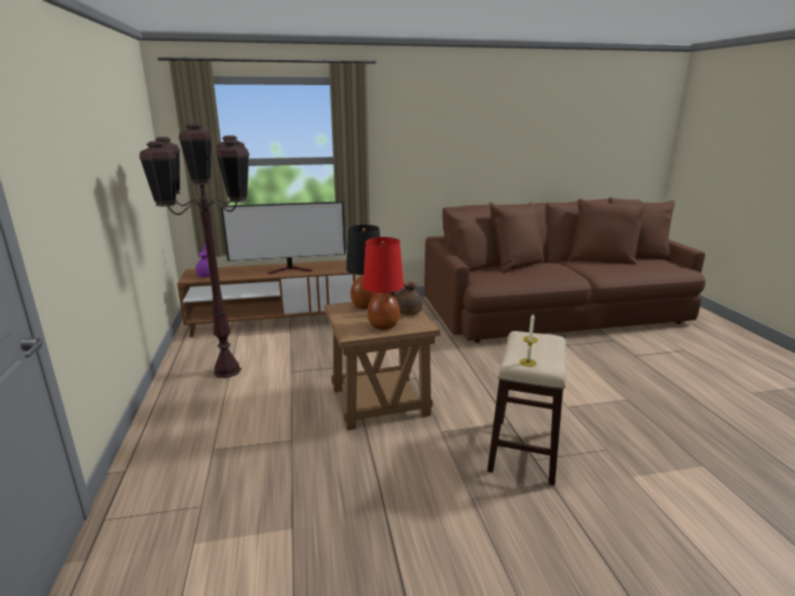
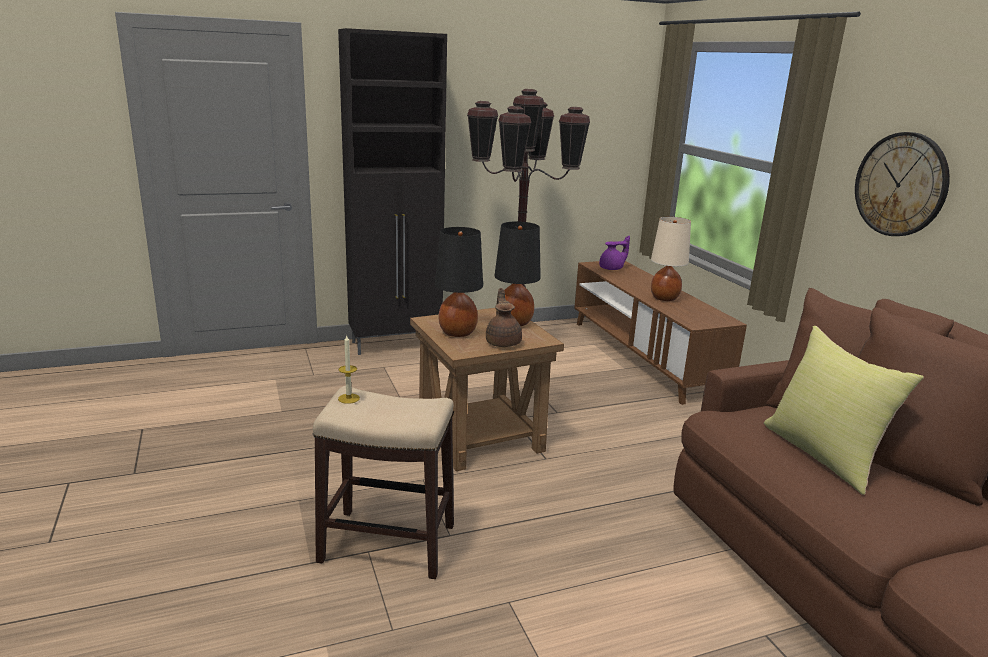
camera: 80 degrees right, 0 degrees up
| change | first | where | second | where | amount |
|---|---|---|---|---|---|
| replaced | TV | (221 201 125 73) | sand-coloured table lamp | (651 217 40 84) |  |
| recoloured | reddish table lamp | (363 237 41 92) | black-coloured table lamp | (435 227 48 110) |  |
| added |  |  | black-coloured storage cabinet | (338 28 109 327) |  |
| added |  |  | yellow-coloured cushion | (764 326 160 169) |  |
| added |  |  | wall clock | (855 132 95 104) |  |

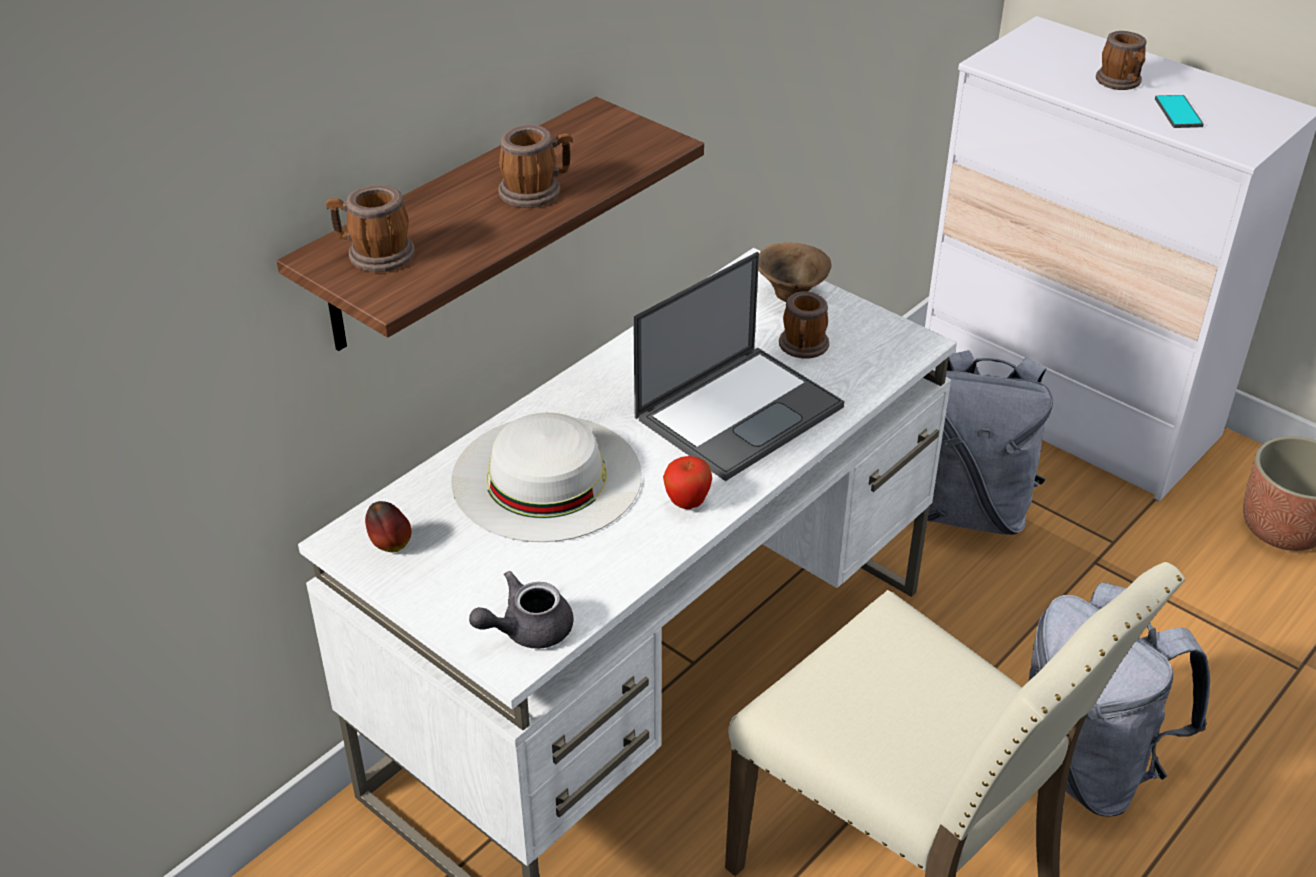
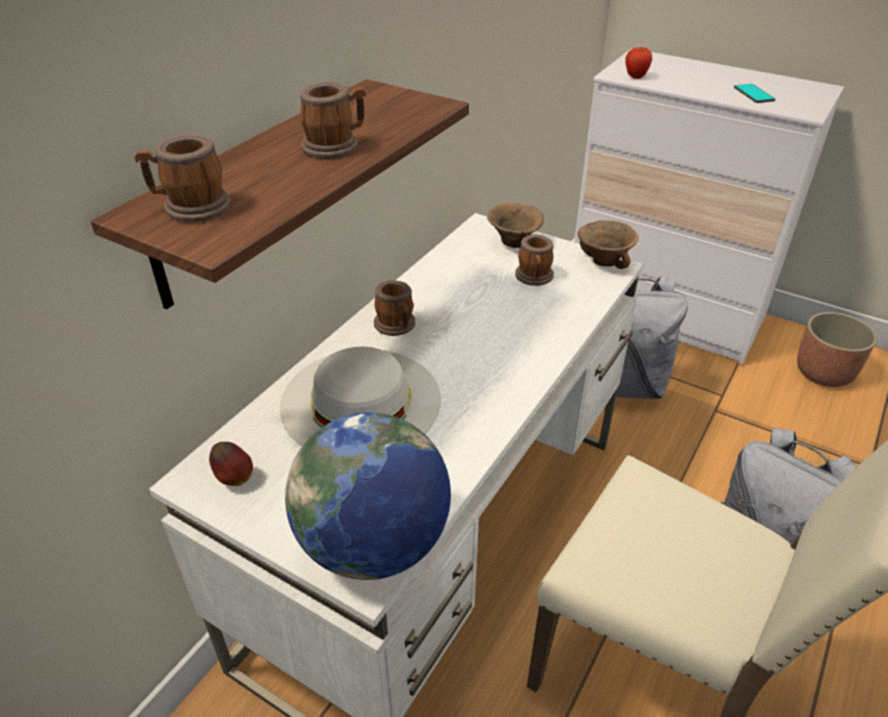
camera: 10 degrees left, 0 degrees up
| change | first | where | second | where | amount |
|---|---|---|---|---|---|
| replaced | grey tea pot | (469 571 105 78) | globe | (285 412 166 168) |  |
| removed | laptop | (633 252 211 229) |  |  |  |
| moved | whole apple | (663 456 49 53) |  | (626 47 26 32) |  |
| moved | mug | (1096 31 51 59) |  | (374 280 41 56) |  |
| added |  |  | brown-coloured bowl | (578 220 60 49) |  |

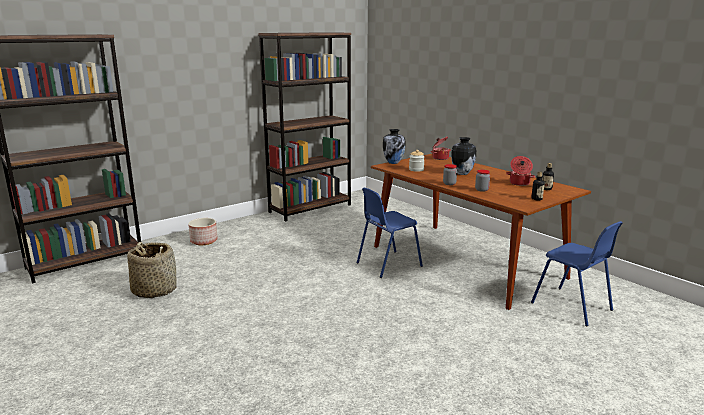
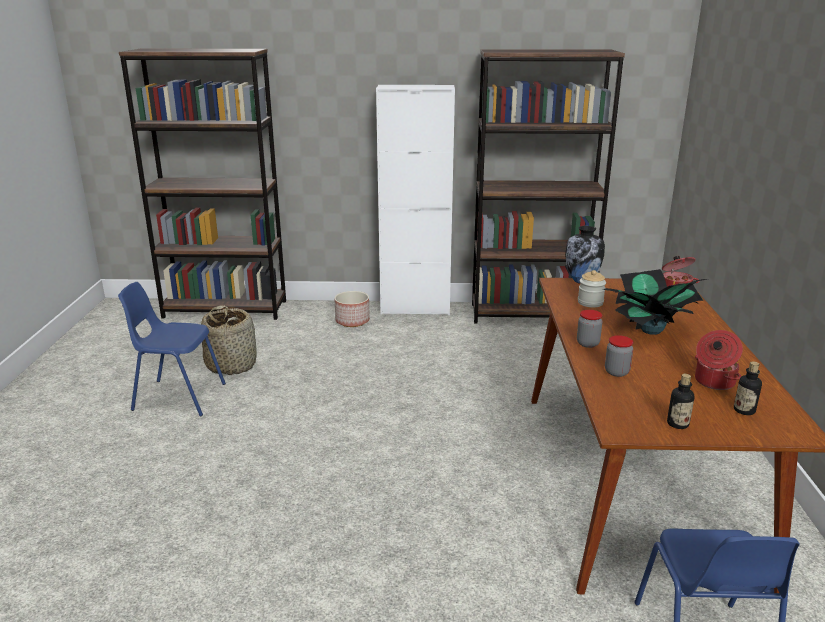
camera: 40 degrees right, 5 degrees up
| change | first | where | second | where | amount |
|---|---|---|---|---|---|
| moved | blue-coloured chair | (357 188 66 90) |  | (118 282 108 135) |  |
| replaced | flower vase | (451 137 25 38) | potted plant | (602 269 105 66) |  |
| added |  |  | whitish storage cabinet | (376 85 79 230) |  |

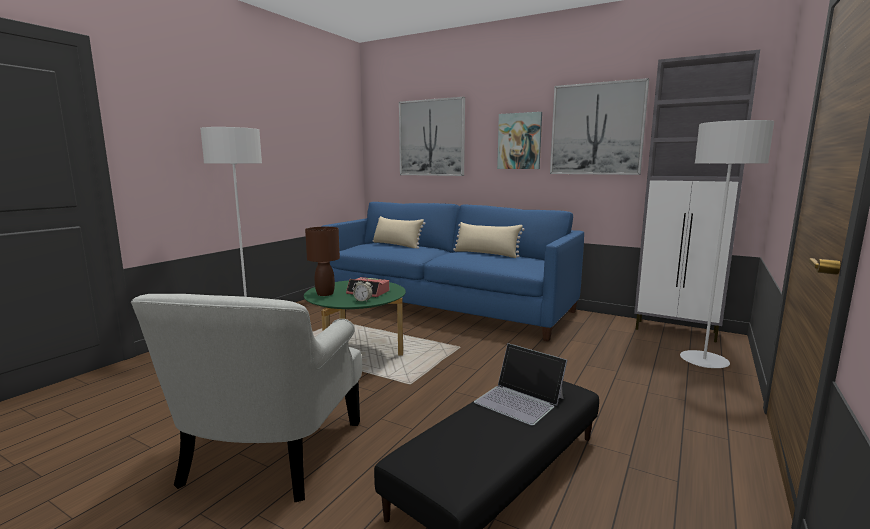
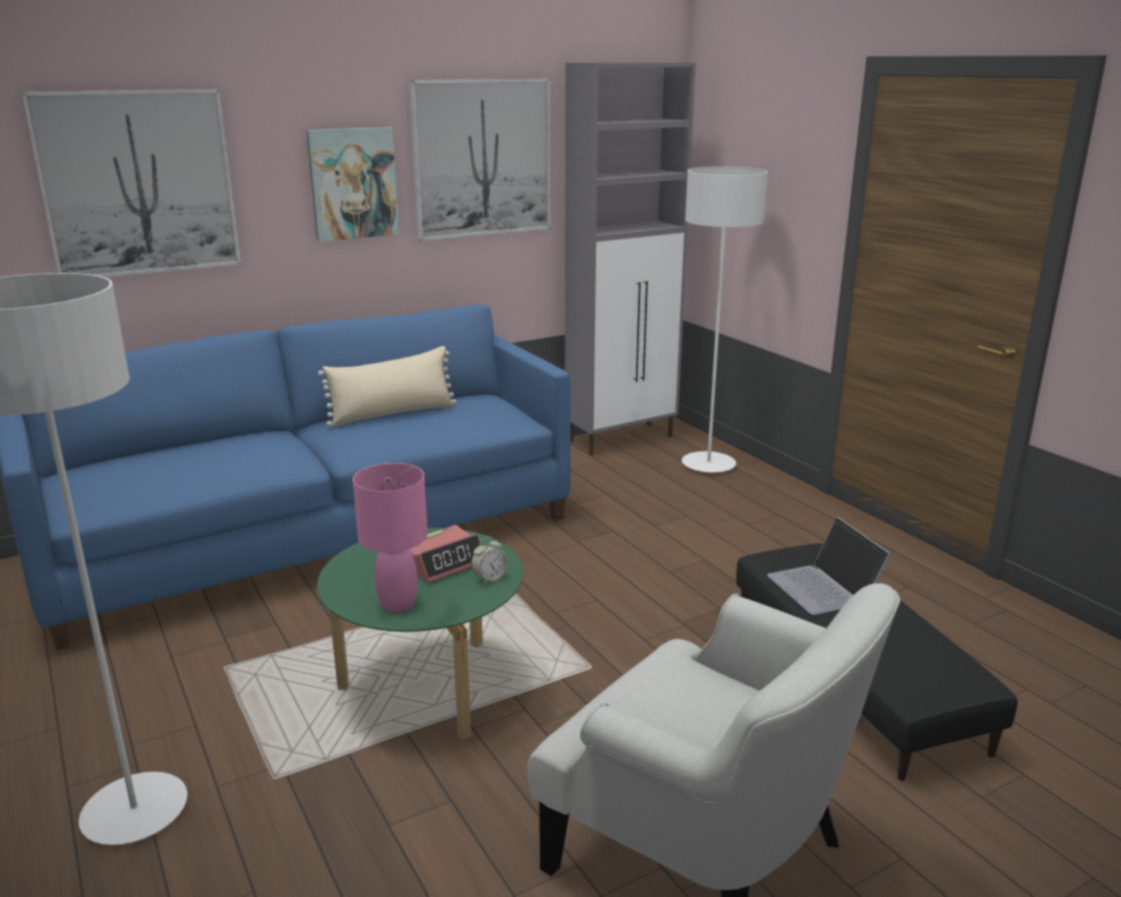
camera: 60 degrees left, 10 degrees up
| change | first | where | second | where | amount |
|---|---|---|---|---|---|
| recoloured | brown-coloured table lamp | (305 227 35 69) | pinkish table lamp | (353 463 75 149) |  |
| removed | sand-coloured cushion | (373 216 53 33) |  |  |  |
| turned | laptop | (474 343 93 82) |  | (767 517 124 98) | 90 degrees clockwise |

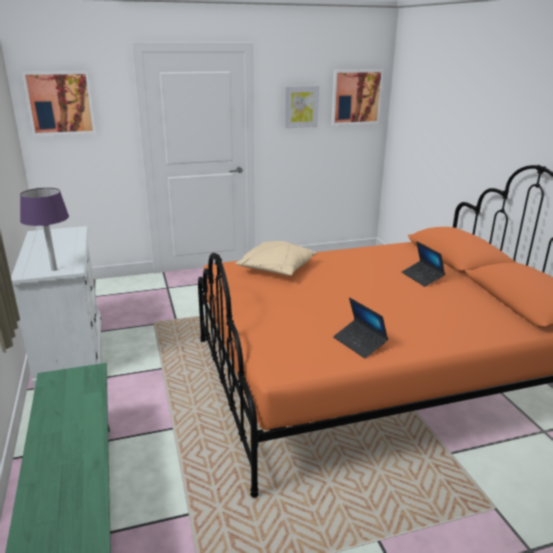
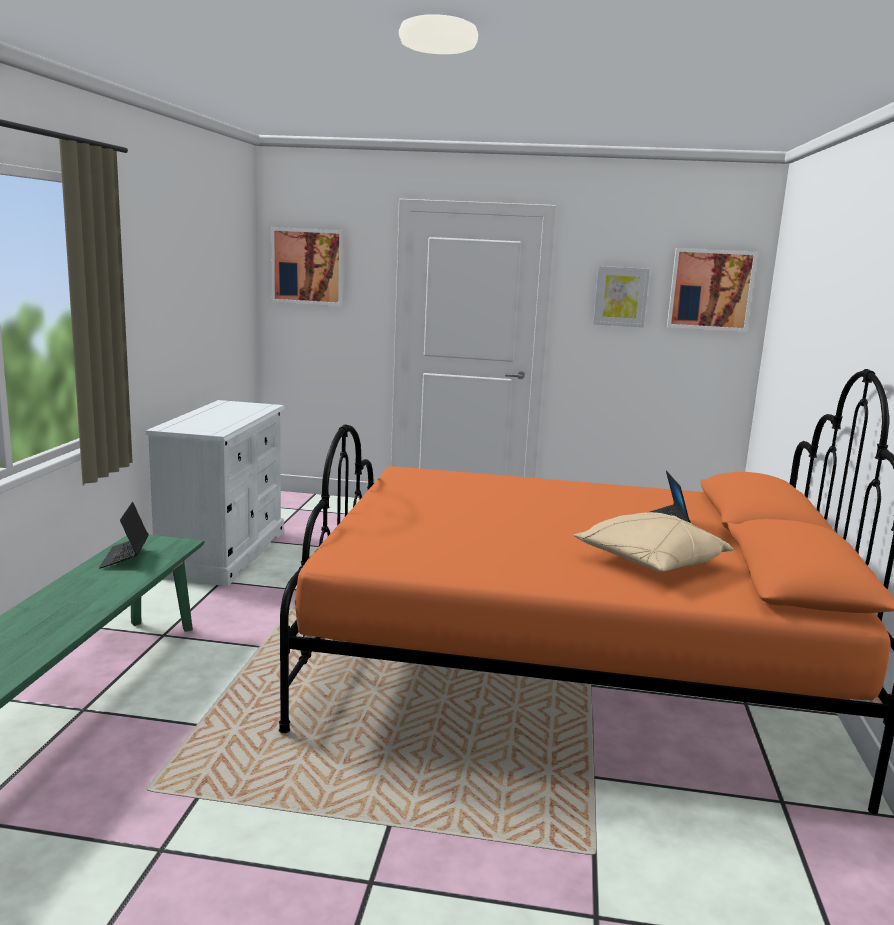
camera: 25 degrees right, 10 degrees down
| change | first | where | second | where | amount |
|---|---|---|---|---|---|
| removed | purplish table lamp | (20 188 49 83) |  |  |  |
| moved | sand-coloured cushion | (235 241 82 35) |  | (574 512 160 60) |  |
| moved | laptop | (333 297 55 61) |  | (99 502 50 67) |  |

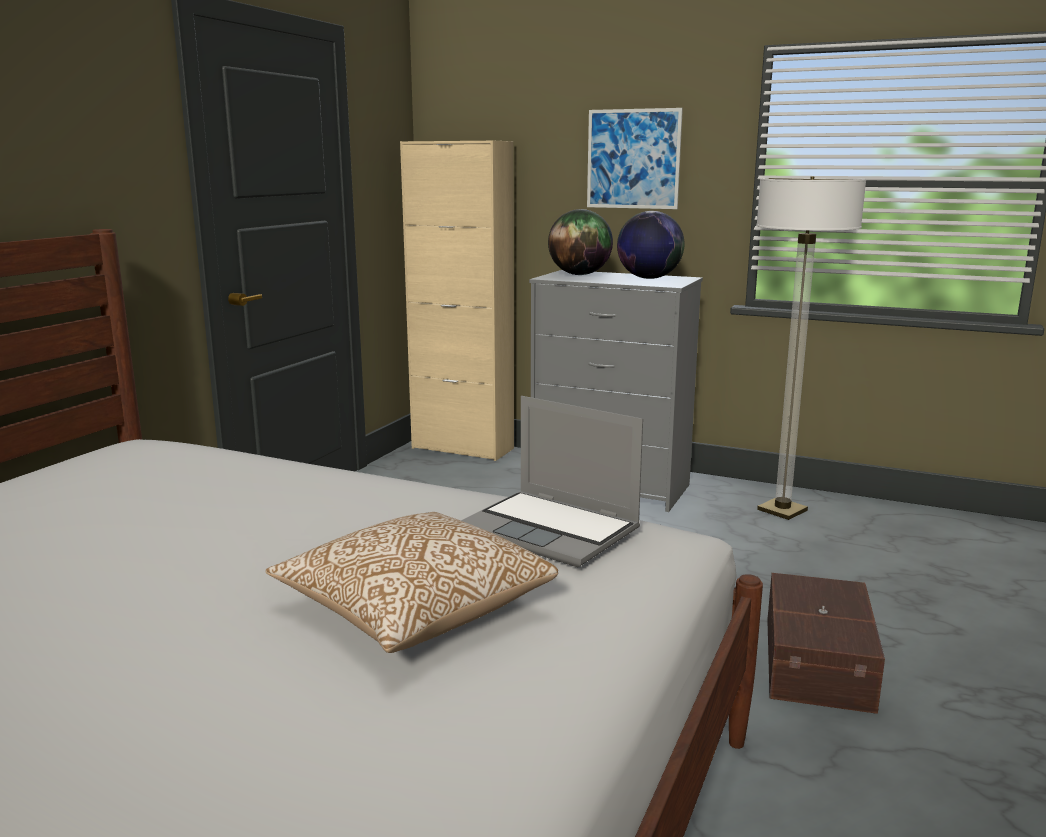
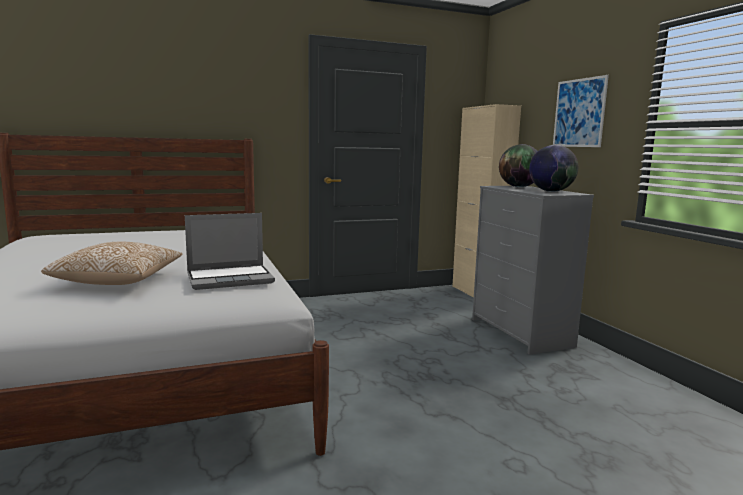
camera: 45 degrees right, 5 degrees down
| change | first | where | second | where | amount |
|---|---|---|---|---|---|
| turned | laptop | (461 396 182 171) |  | (185 213 90 77) | 105 degrees counterclockwise |
| removed | standing lamp | (756 176 111 344) |  |  |  |
| removed | brown-coloured storage container | (767 573 118 141) |  |  |  |

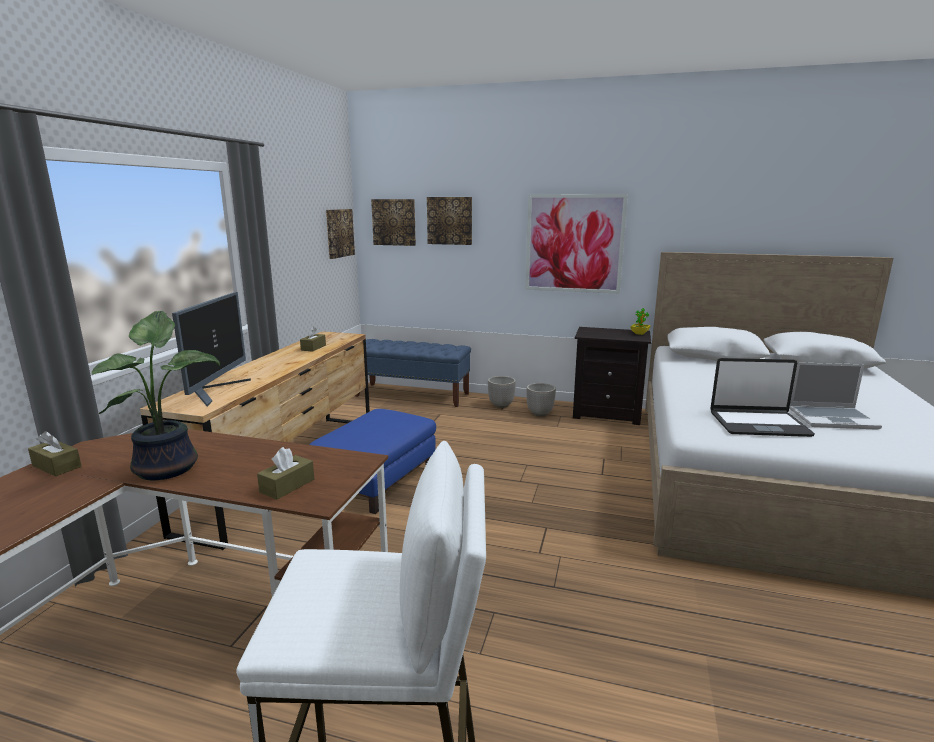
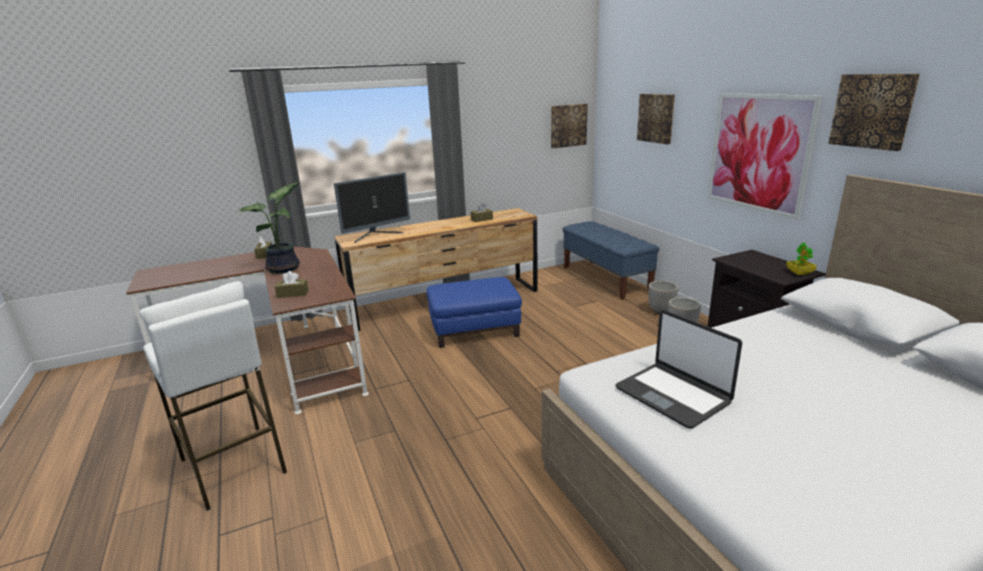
camera: 50 degrees right, 5 degrees up
| change | first | where | second | where | amount |
|---|---|---|---|---|---|
| moved | picture | (371 199 45 47) |  | (828 74 92 77) |  |
| removed | laptop | (789 362 93 68) |  |  |  |

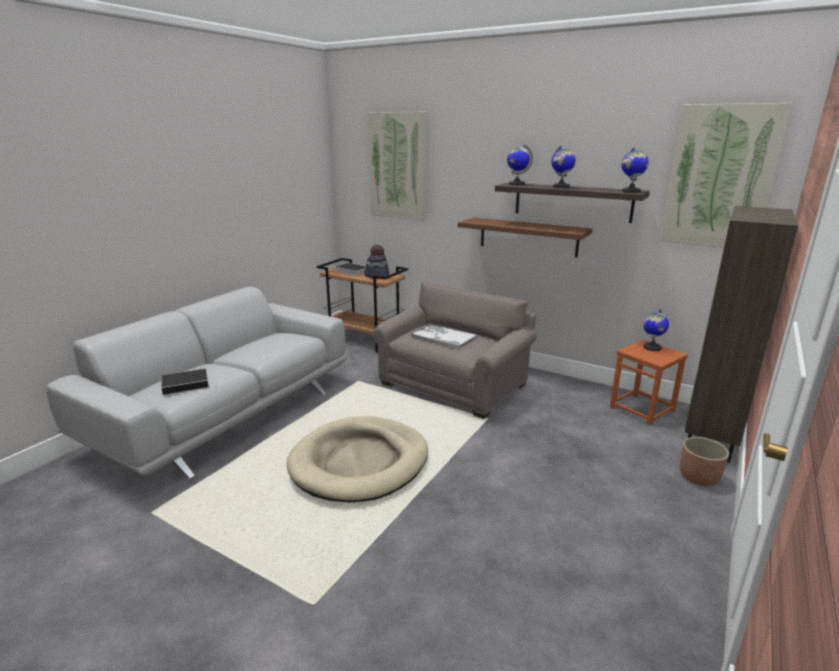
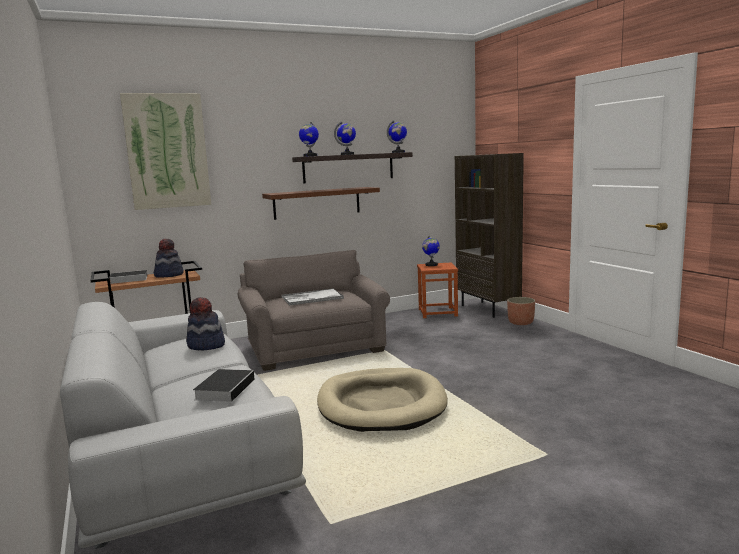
camera: 55 degrees left, 10 degrees down
| change | first | where | second | where | amount |
|---|---|---|---|---|---|
| removed | picture | (660 103 133 144) |  |  |  |
| added |  |  | hat | (186 297 39 53) |  |

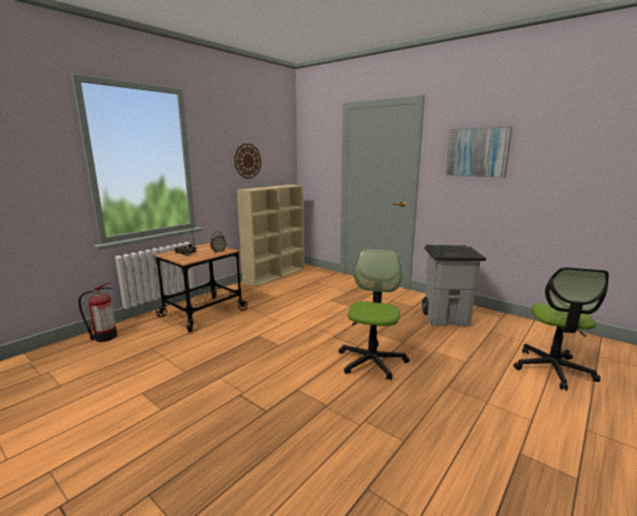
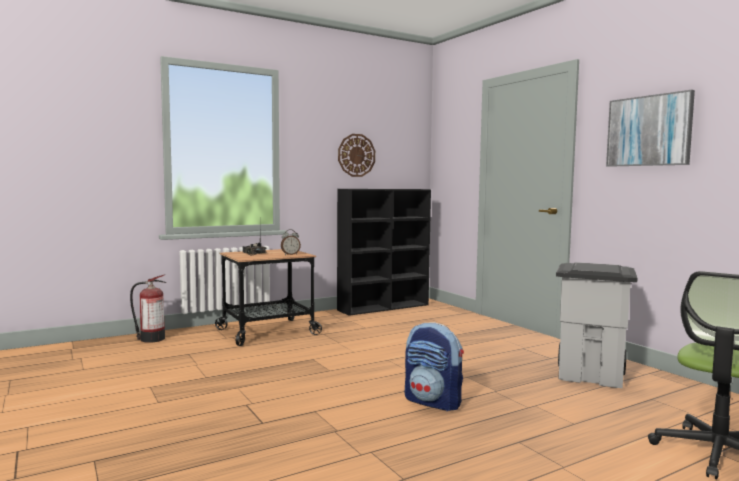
camera: 20 degrees right, 10 degrees down
| change | first | where | second | where | amount |
|---|---|---|---|---|---|
| recoloured | sand-coloured shelving unit | (237 185 67 102) | black-coloured shelving unit | (337 189 94 127) |  |
| replaced | desk chair | (339 249 70 131) | knapsack | (405 323 59 88) |  |

